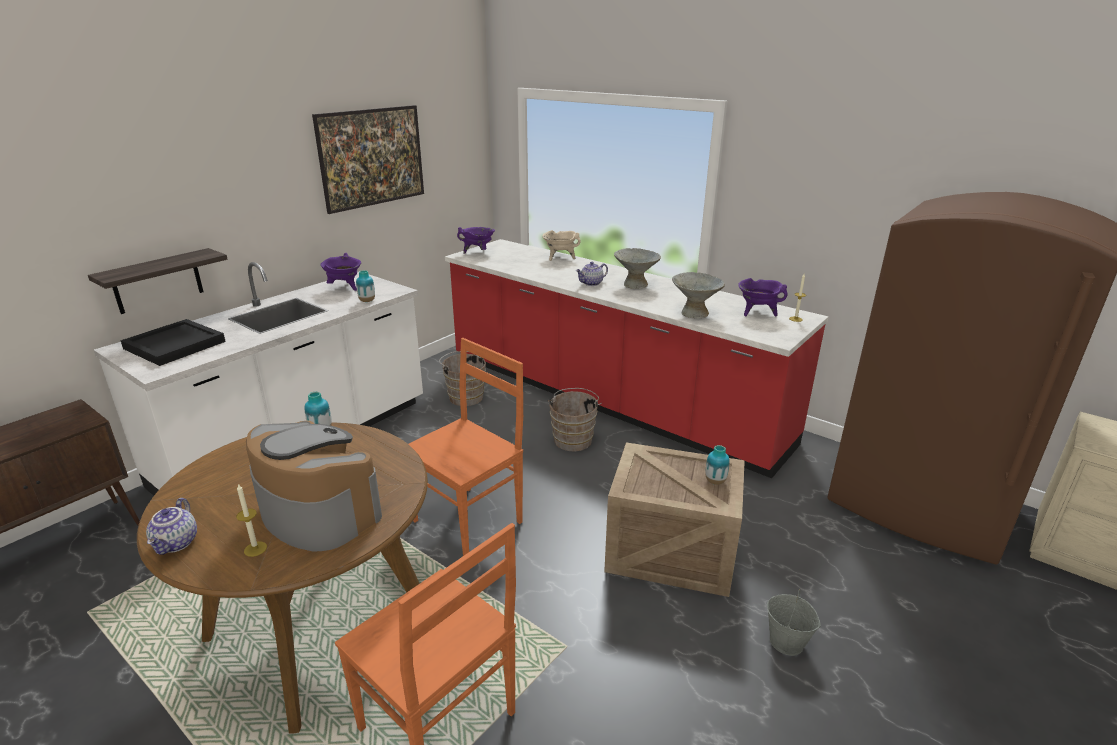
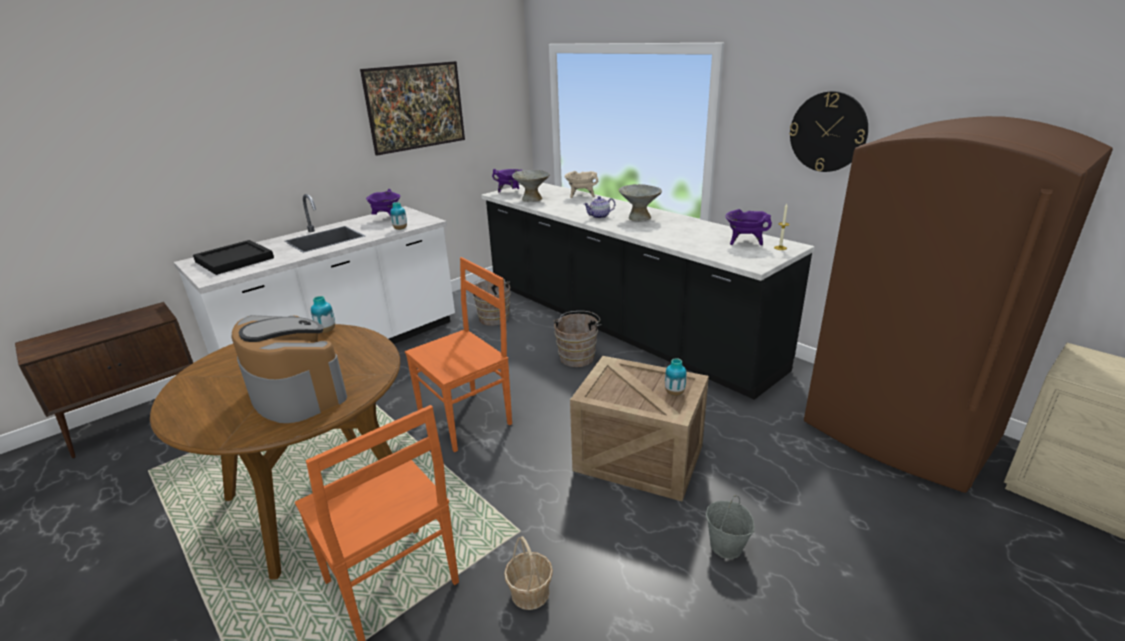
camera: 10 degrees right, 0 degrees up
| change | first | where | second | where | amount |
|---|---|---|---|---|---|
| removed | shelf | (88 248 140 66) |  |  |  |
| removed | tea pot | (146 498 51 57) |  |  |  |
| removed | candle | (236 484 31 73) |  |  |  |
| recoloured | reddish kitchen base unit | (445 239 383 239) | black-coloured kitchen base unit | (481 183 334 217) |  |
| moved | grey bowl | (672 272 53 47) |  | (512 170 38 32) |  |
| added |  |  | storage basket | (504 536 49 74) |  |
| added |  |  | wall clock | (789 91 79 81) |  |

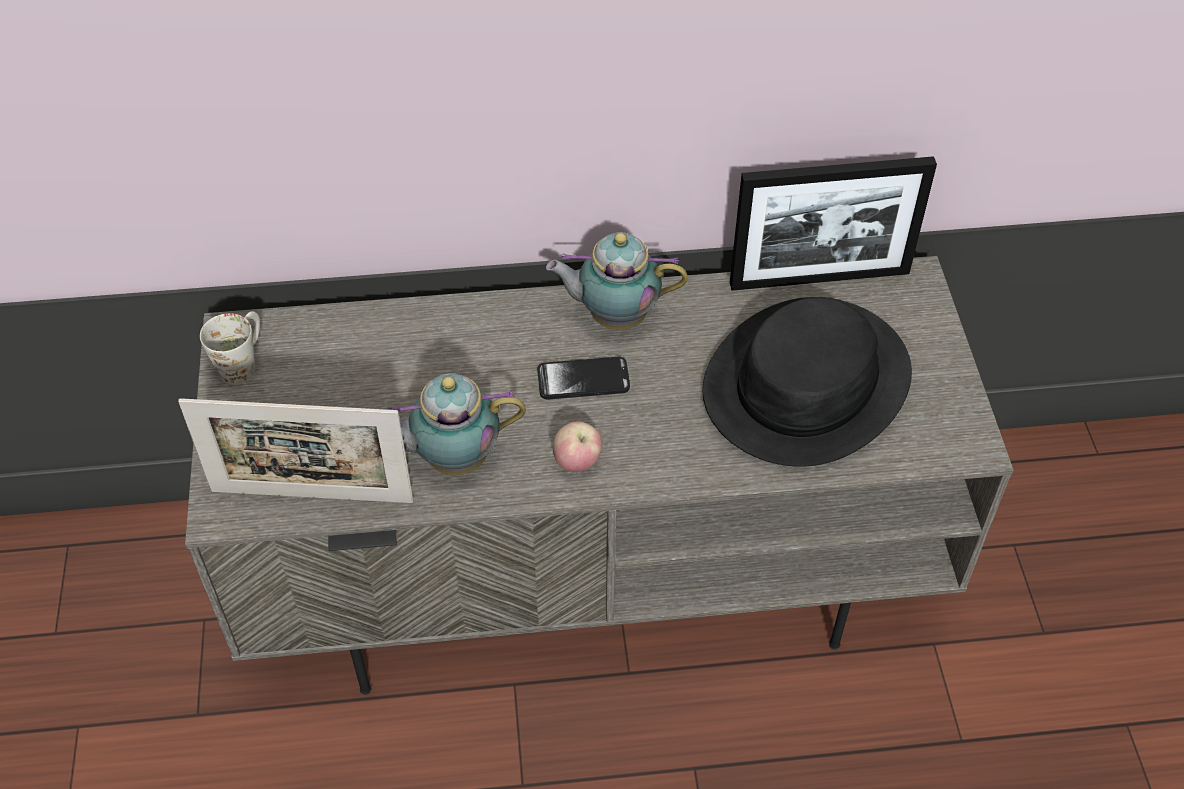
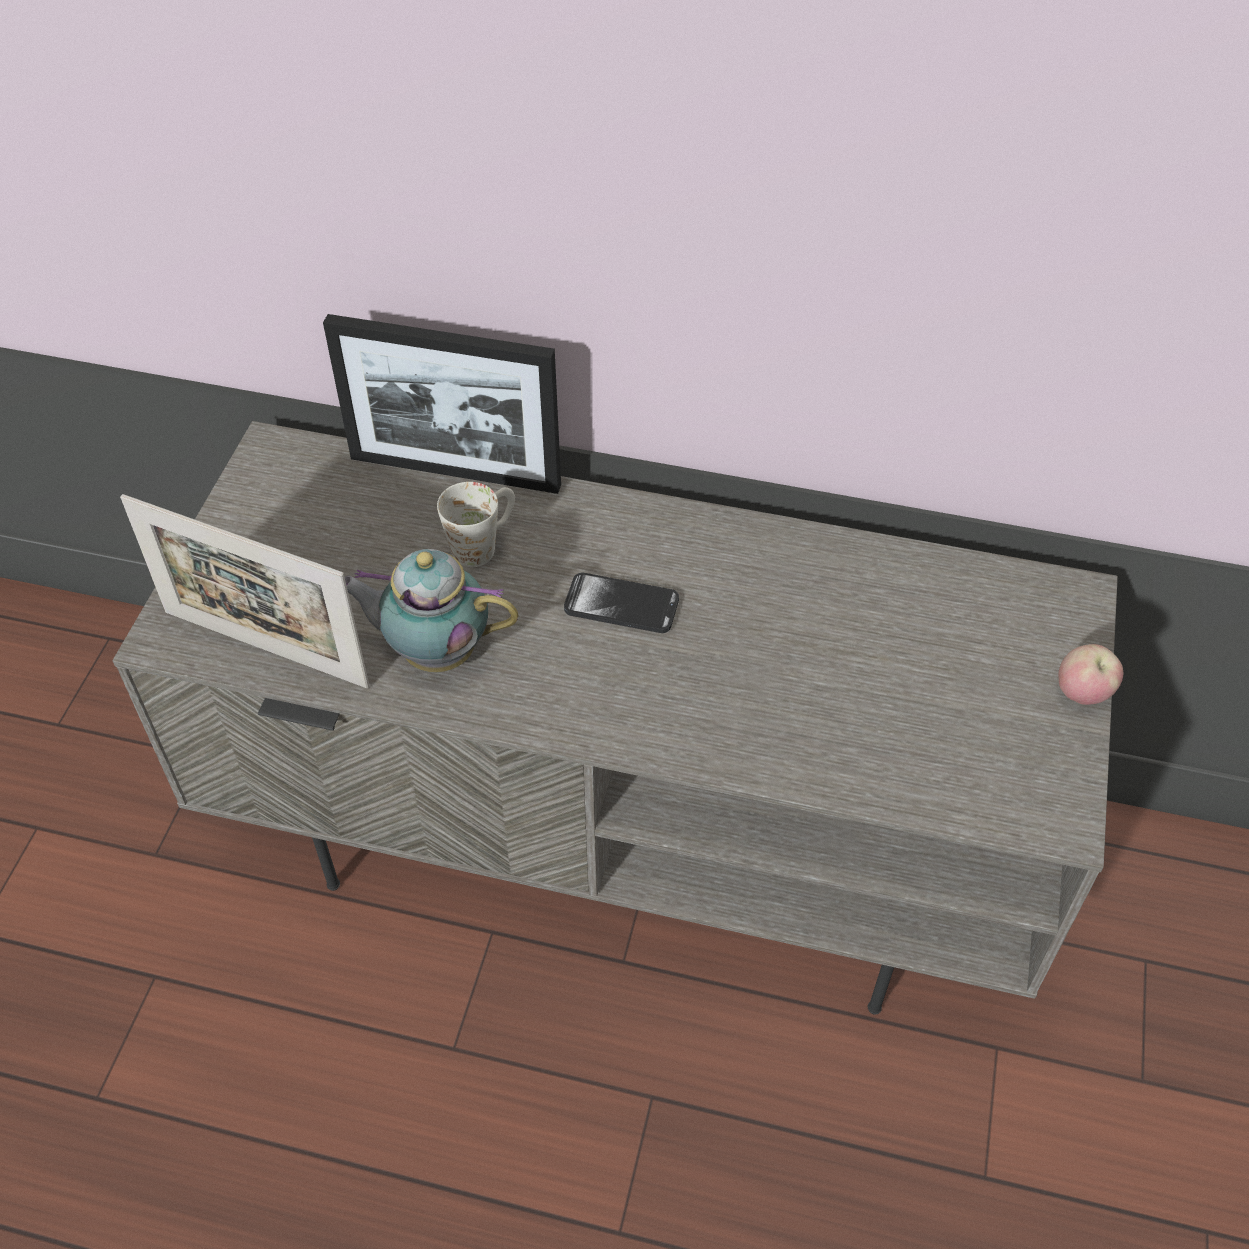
camera: 20 degrees right, 0 degrees up
| change | first | where | second | where | amount |
|---|---|---|---|---|---|
| moved | whitish mug | (200 312 60 73) |  | (437 482 78 85) |  |
| removed | tea pot | (546 232 142 98) |  |  |  |
| moved | whole apple | (553 421 49 51) |  | (1058 644 65 61) |  |
| removed | black-coloured hat | (702 297 210 170) |  |  |  |
| moved | standing frame | (730 156 207 135) |  | (323 314 238 180) |  |

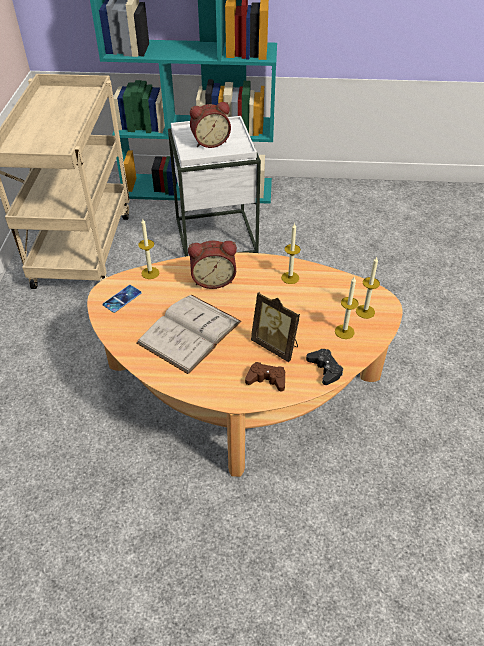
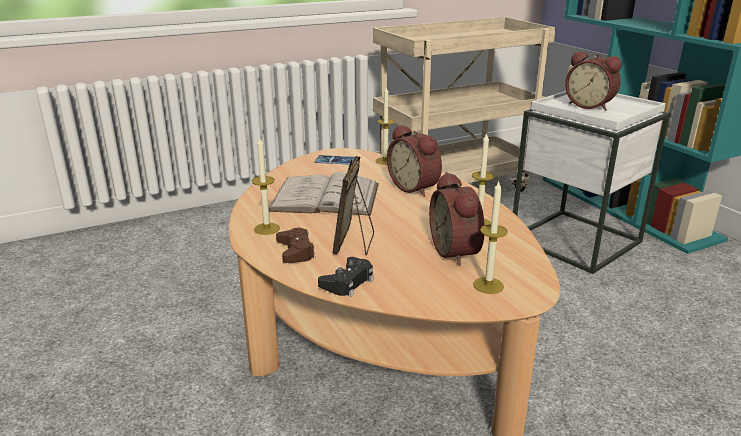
camera: 60 degrees right, 20 degrees down
| change | first | where | second | where | amount |
|---|---|---|---|---|---|
| moved | candle | (335 276 24 63) |  | (252 136 28 99) |  |
| added |  |  | bedside clock | (429 172 56 94) |  |

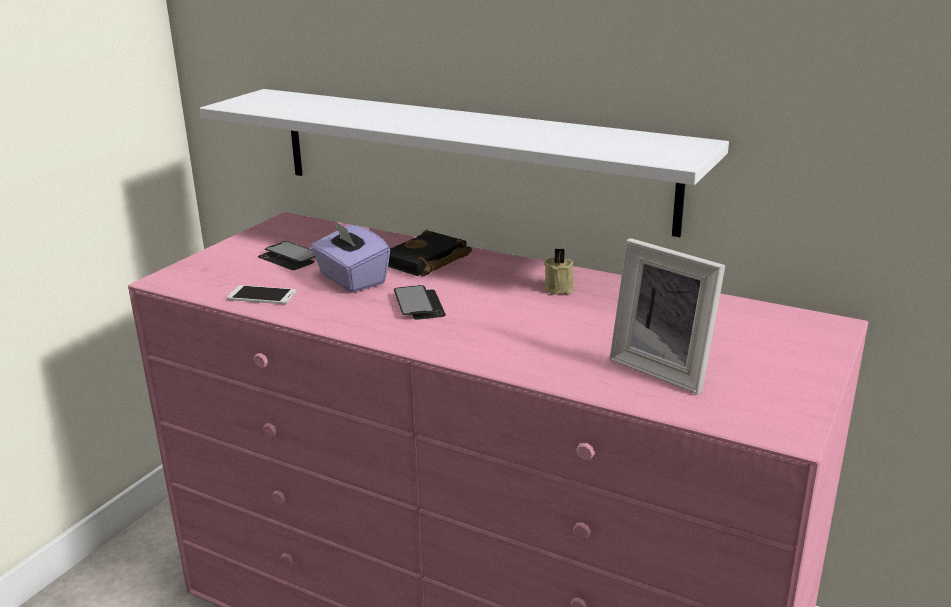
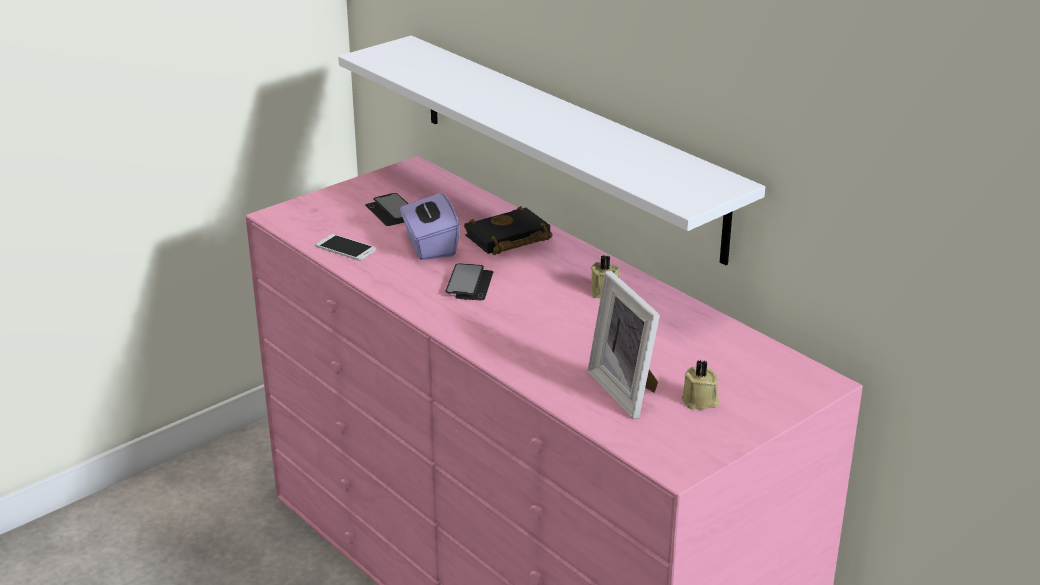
camera: 20 degrees right, 5 degrees up
| change | first | where | second | where | amount |
|---|---|---|---|---|---|
| added |  |  | sand-coloured candle | (682 360 38 49) |  |

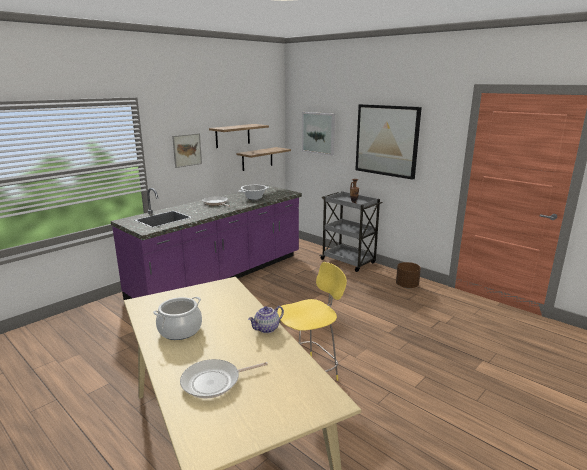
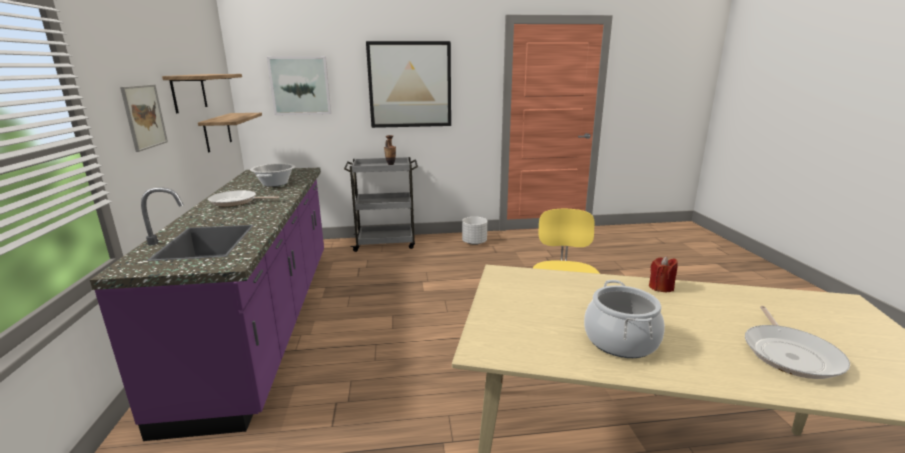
camera: 50 degrees left, 0 degrees up
| change | first | where | second | where | amount |
|---|---|---|---|---|---|
| replaced | tea pot | (248 306 36 27) | reddish candle | (649 256 29 36) |  |
| recoloured | brown-coloured plant pot | (396 262 25 26) | whitish plant pot | (462 217 25 28) |  |

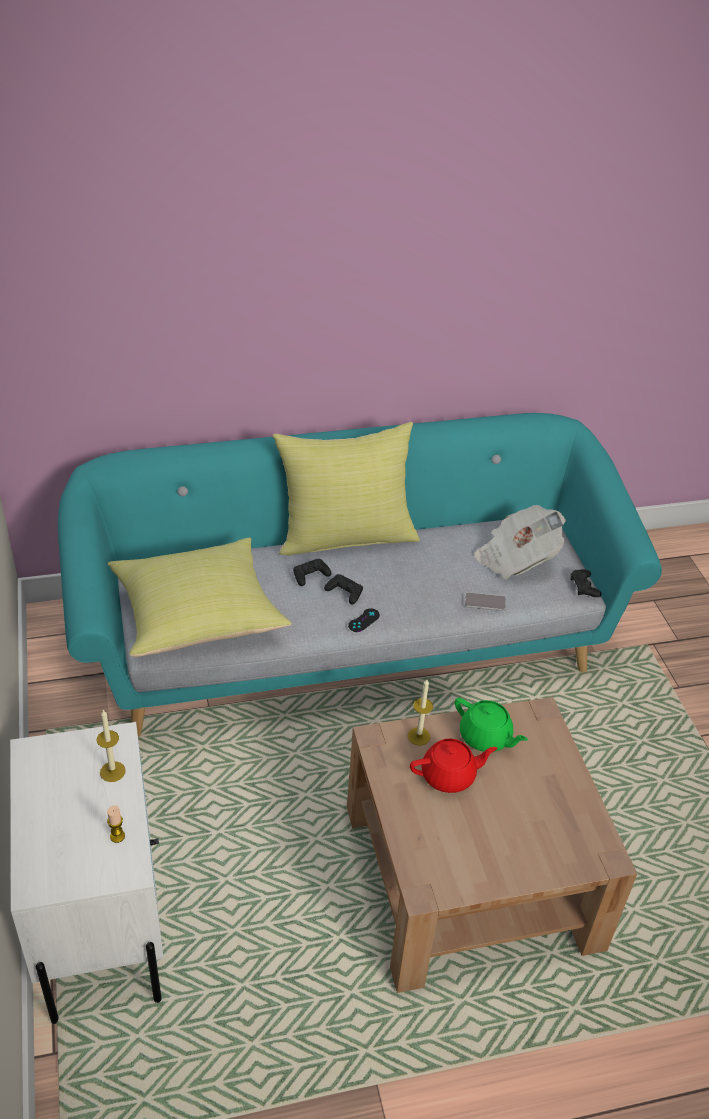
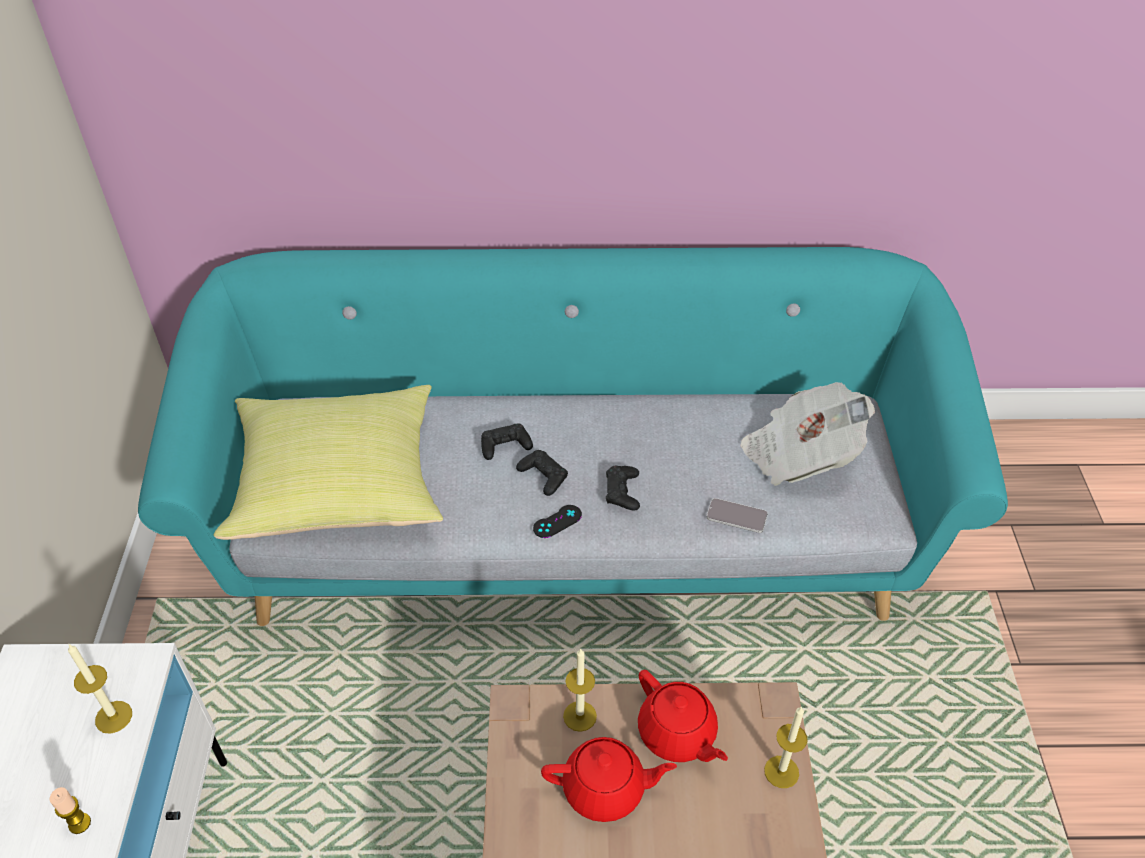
camera: 15 degrees right, 5 degrees up
| change | first | where | second | where | amount |
|---|---|---|---|---|---|
| removed | yellow-coloured cushion | (272 422 148 133) |  |  |  |
| recoloured | greenish tea pot | (455 698 73 54) | reddish tea pot | (638 670 90 92) |  |
| moved | black-coloured joypad | (570 569 31 28) |  | (606 465 34 45) |  |
| added |  |  | candle | (764 706 44 82) |  |

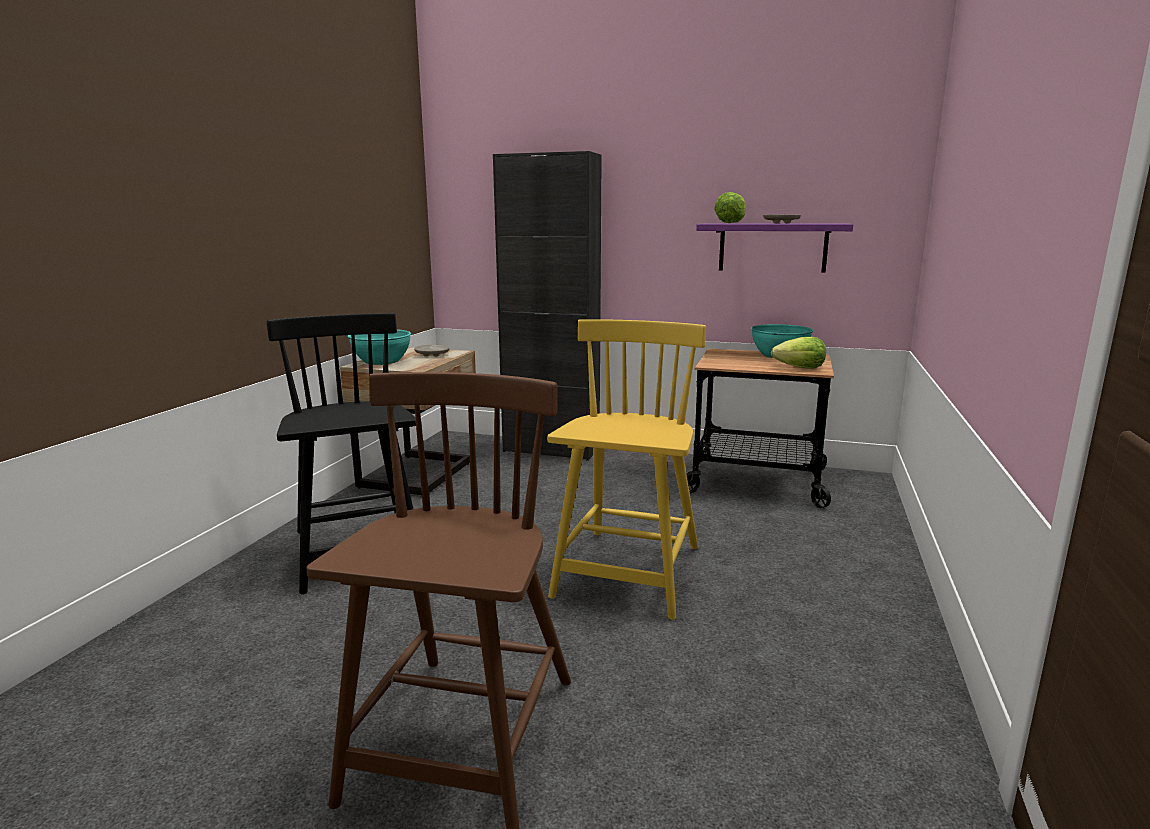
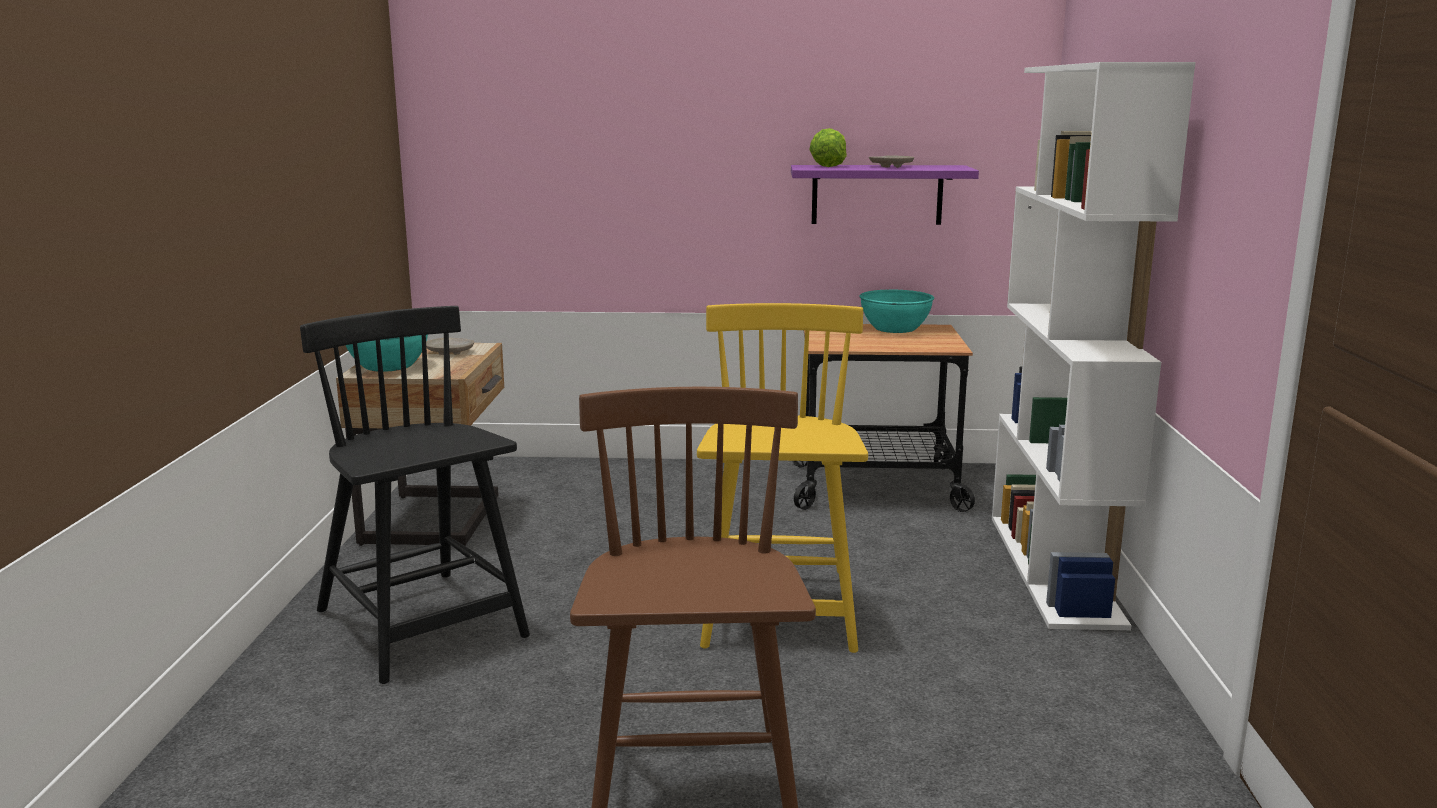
camera: 15 degrees left, 0 degrees up
| change | first | where | second | where | amount |
|---|---|---|---|---|---|
| removed | black-coloured storage cabinet | (493 151 109 310) |  |  |  |
| removed | lettuce head | (771 337 55 32) |  |  |  |
| added |  |  | whitish shelving unit | (992 62 204 568) |  |

